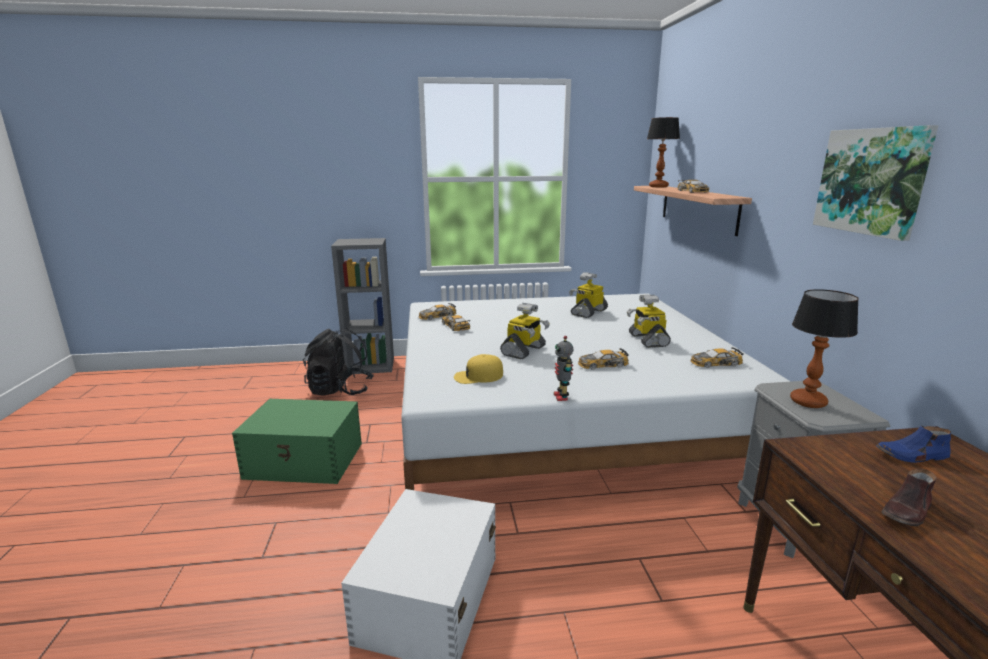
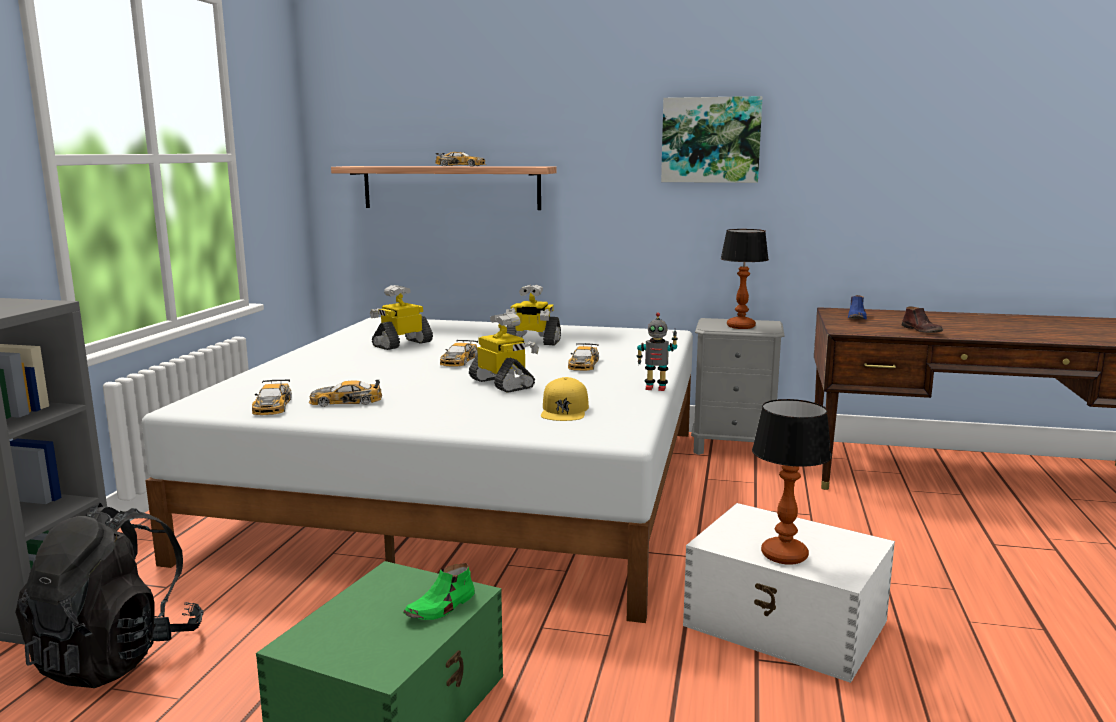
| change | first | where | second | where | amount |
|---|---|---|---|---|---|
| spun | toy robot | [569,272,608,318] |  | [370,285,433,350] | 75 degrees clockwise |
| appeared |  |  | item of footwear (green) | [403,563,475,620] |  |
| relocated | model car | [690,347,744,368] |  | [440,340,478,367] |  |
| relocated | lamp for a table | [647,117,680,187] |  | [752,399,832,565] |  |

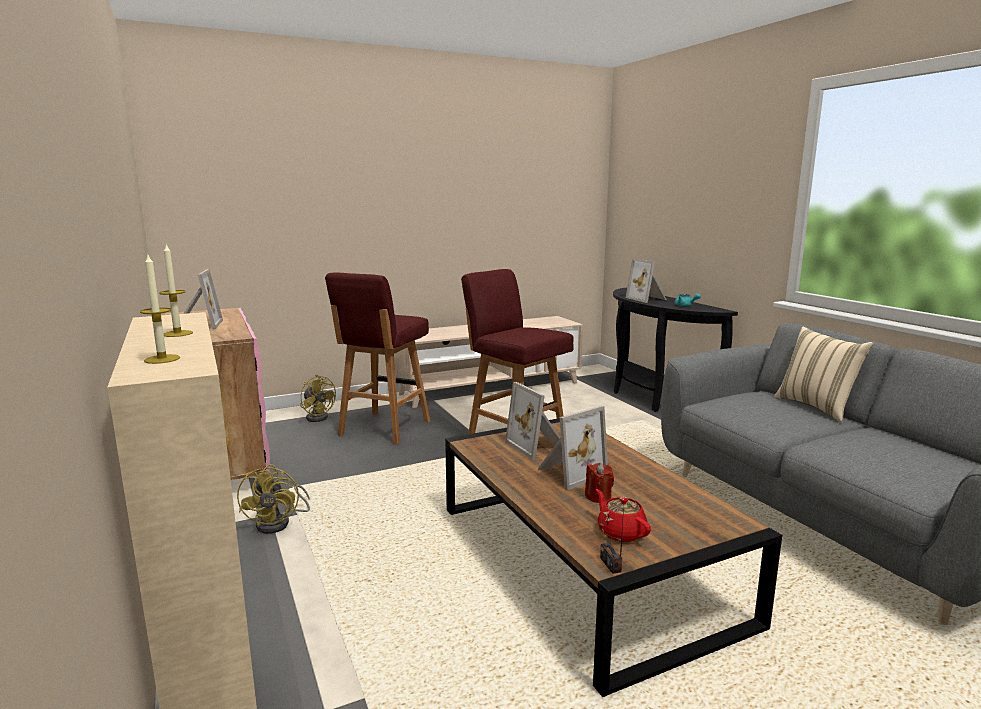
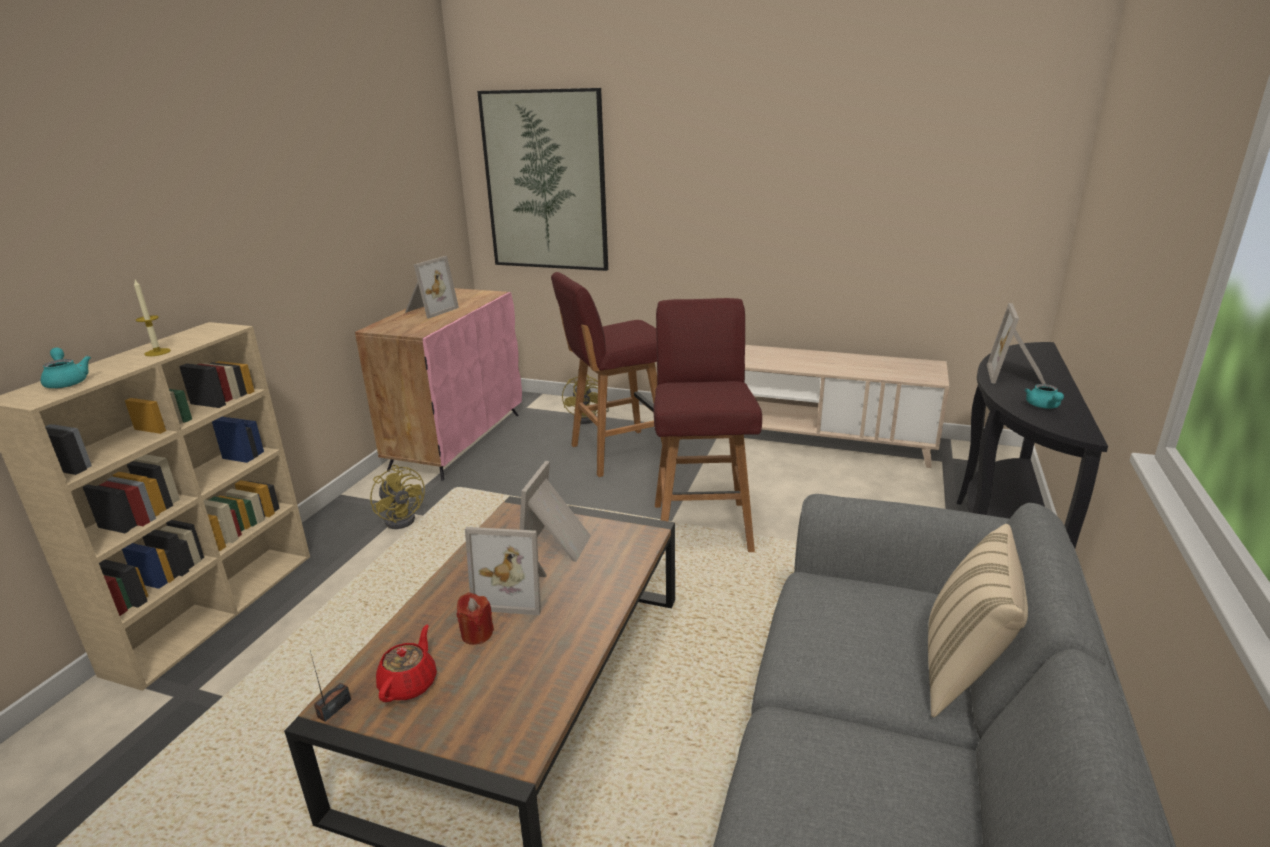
| change | first | where | second | where | amount |
|---|---|---|---|---|---|
| exchanged | candle | [140,255,180,364] | teapot (blue-green) | [41,348,91,388] |  |
| spun | fan (yellowish) | [237,464,310,534] |  | [370,465,425,529] | 75 degrees counterclockwise |
| appeared |  |  | wall art | [477,88,608,271] |  |

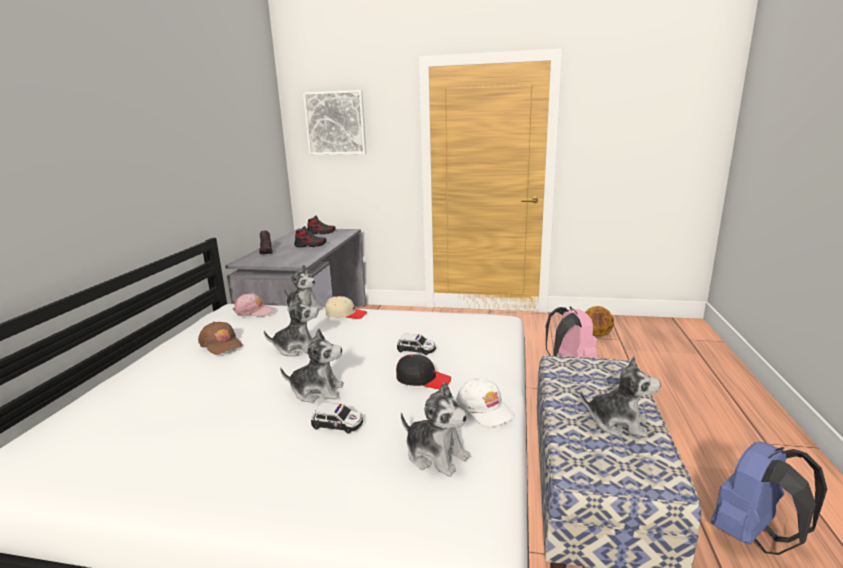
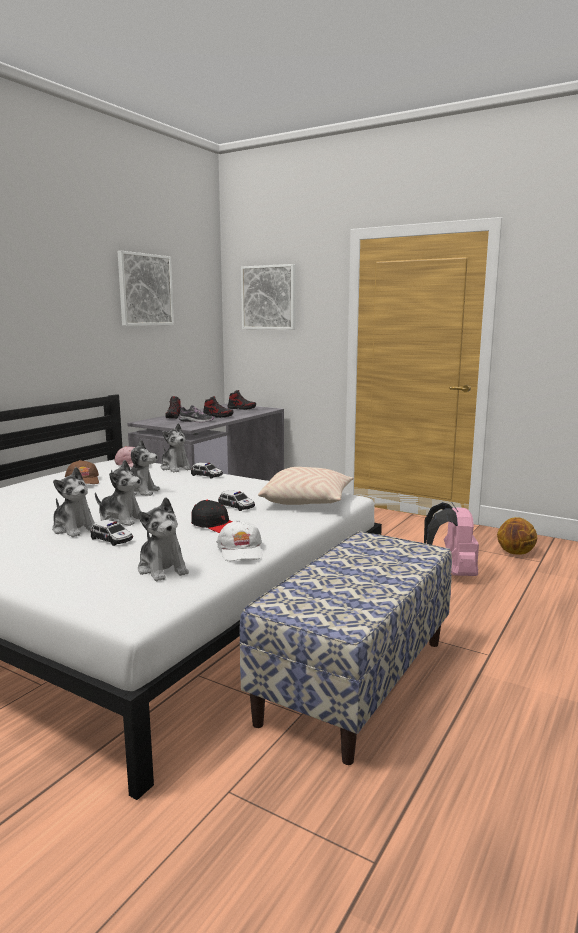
| change | first | where | second | where | amount |
|---|---|---|---|---|---|
| relocated | soft toy | [580,356,661,438] |  | [52,467,95,537] |  |
| appeared |  |  | wall art | [118,251,174,326] |  |
| appeared |  |  | item of footwear | [179,405,214,423] |  |
| exchanged | cap (beige) | [325,296,367,319] | model car | [191,462,223,479] |  |
| appeared |  |  | cushion (beige) | [258,467,354,505] |  |
| missing | knapsack (blue) | [711,442,827,555] |  |  |  |

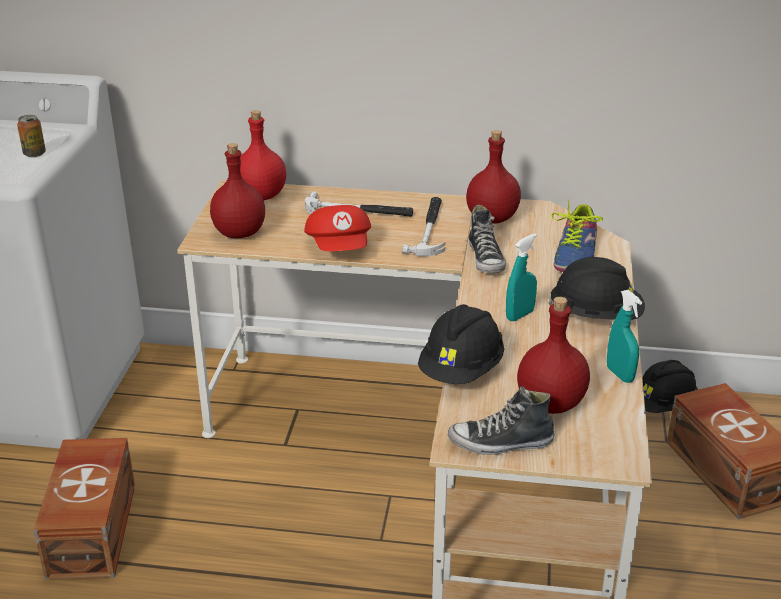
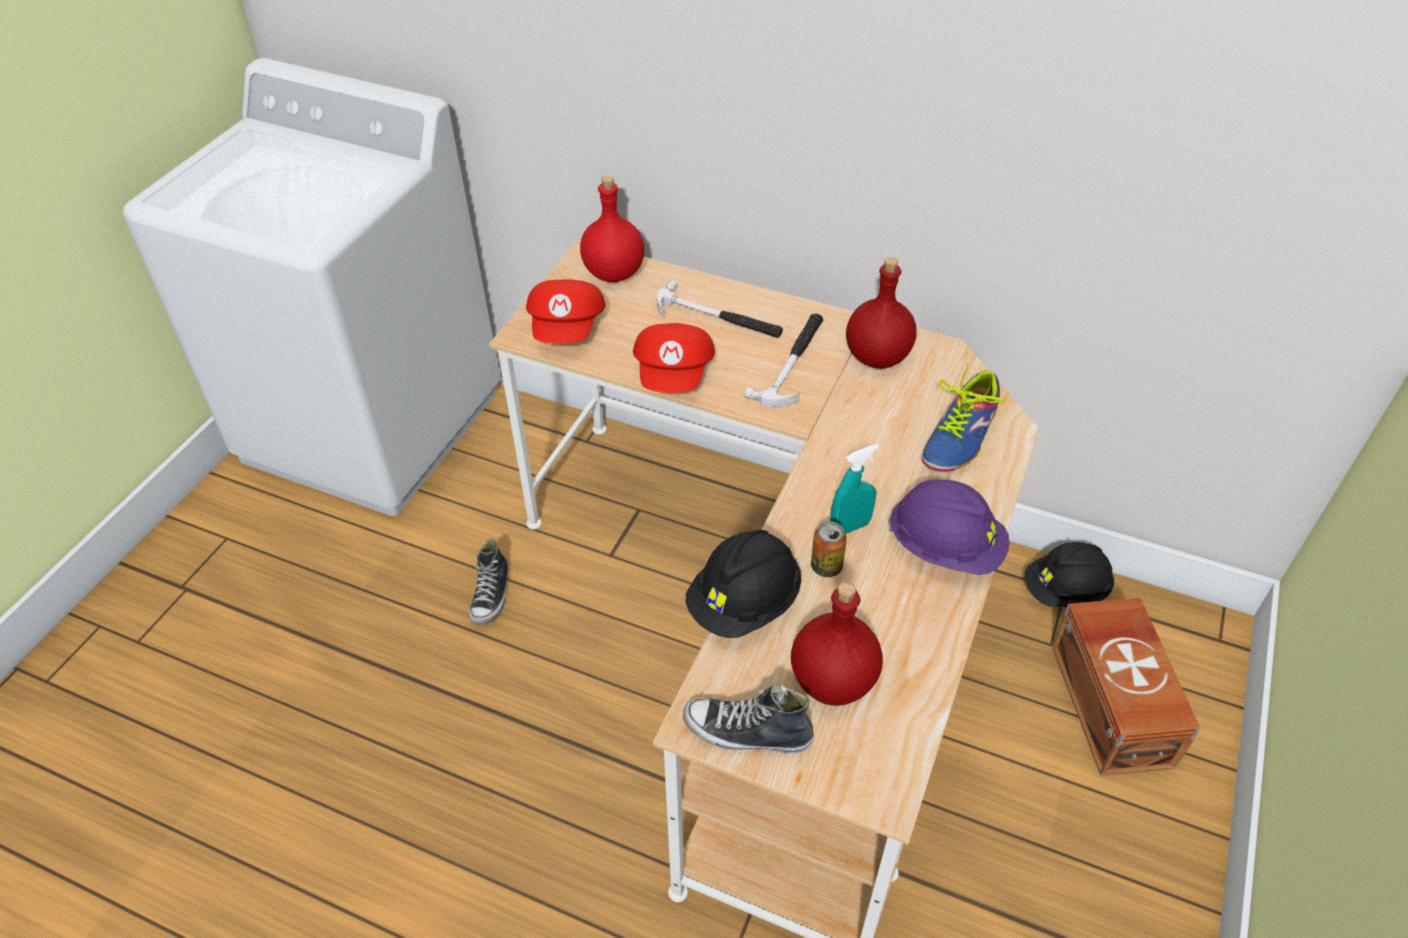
| change | first | where | second | where | amount |
|---|---|---|---|---|---|
| relocated | item of footwear | [469,205,506,273] |  | [469,538,509,625] |  |
| exchanged | drink bottle (red-coloured) | [210,143,265,238] | cap (red-coloured) | [526,279,606,344] |  |
| relocated | can | [17,115,46,157] |  | [811,521,847,577] |  |
| colour | safety helmet (black-coloured) | [548,257,645,320] | safety helmet (purplish) | [888,479,1010,575] |  |
| missing | storage container (brown) | [34,438,135,580] |  |  |  |
| missing | sprayer (blue-green) | [607,290,642,383] |  |  |  |

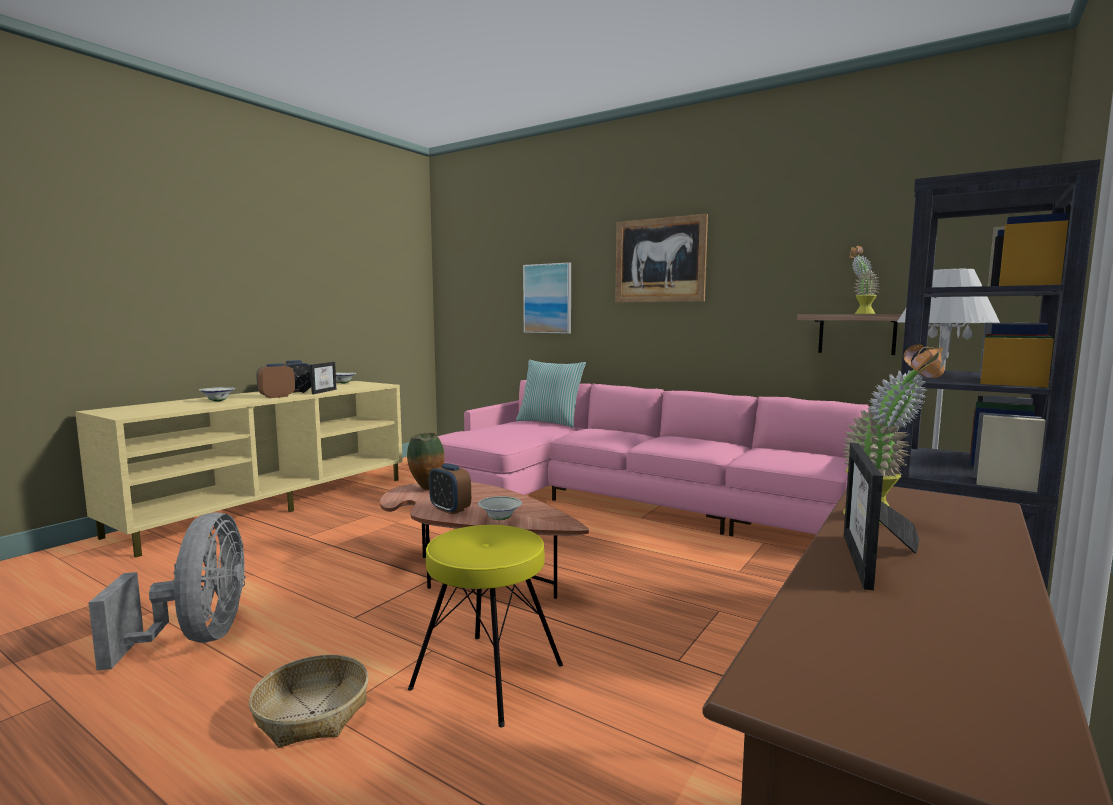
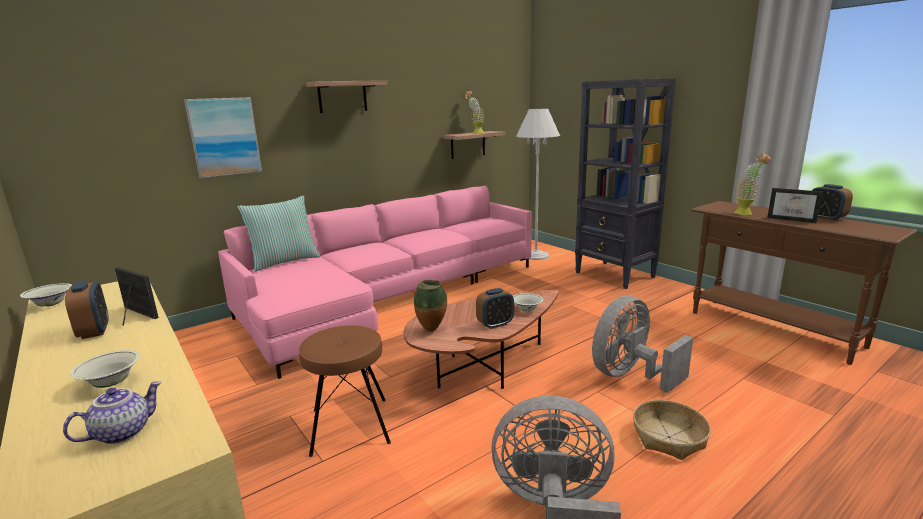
| change | first | where | second | where | amount |
|---|---|---|---|---|---|
| appeared |  |  | teapot | [63,381,162,444] |  |
| appeared |  |  | stool (brown) | [299,325,391,457] |  |
| exchanged | wall art | [615,214,708,303] | wall shelf | [306,80,387,113] |  |
| exchanged | stool (yellowish) | [408,525,563,728] | fan (grey) | [592,296,693,393] |  |
| relocated | alarm clock | [256,363,295,398] |  | [812,184,853,221] |  |

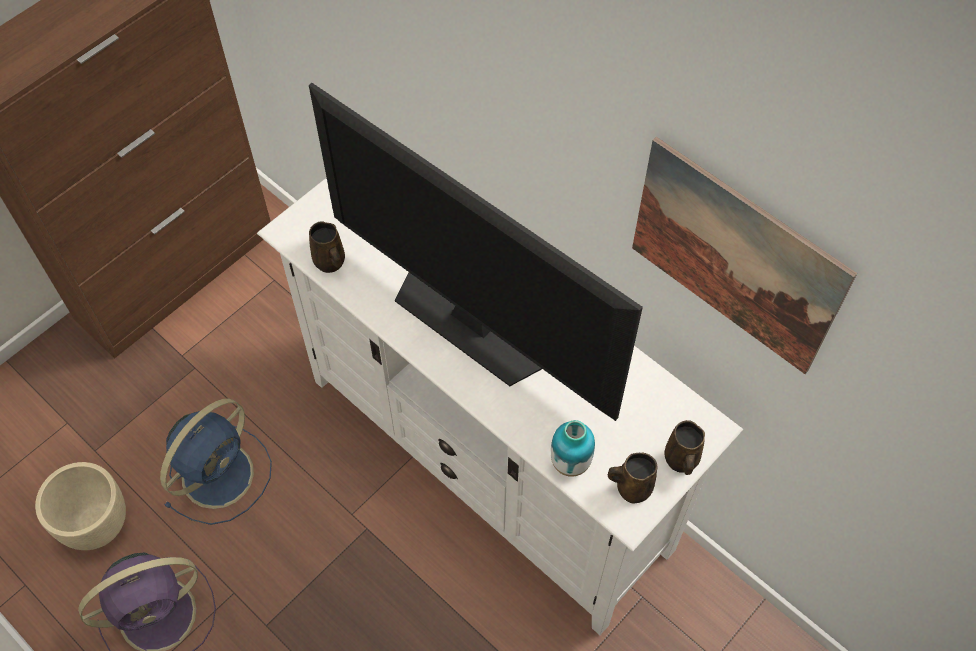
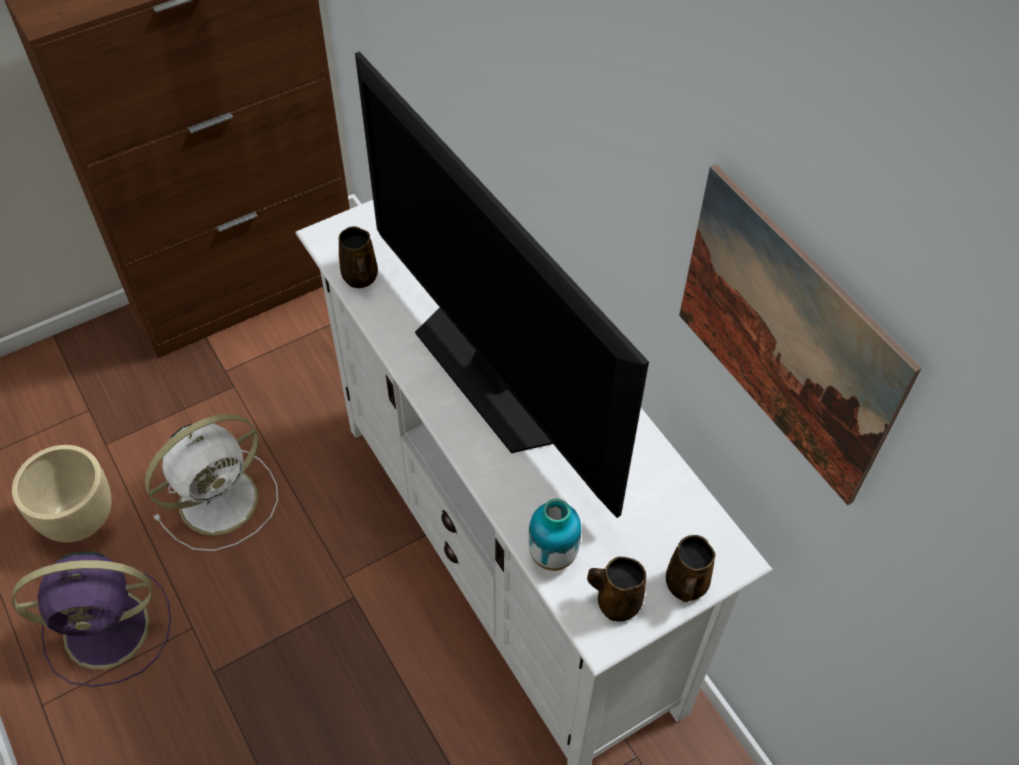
| change | first | where | second | where | amount |
|---|---|---|---|---|---|
| colour | fan (blue) | [160,399,272,525] | fan (white) | [145,414,278,551] |  |

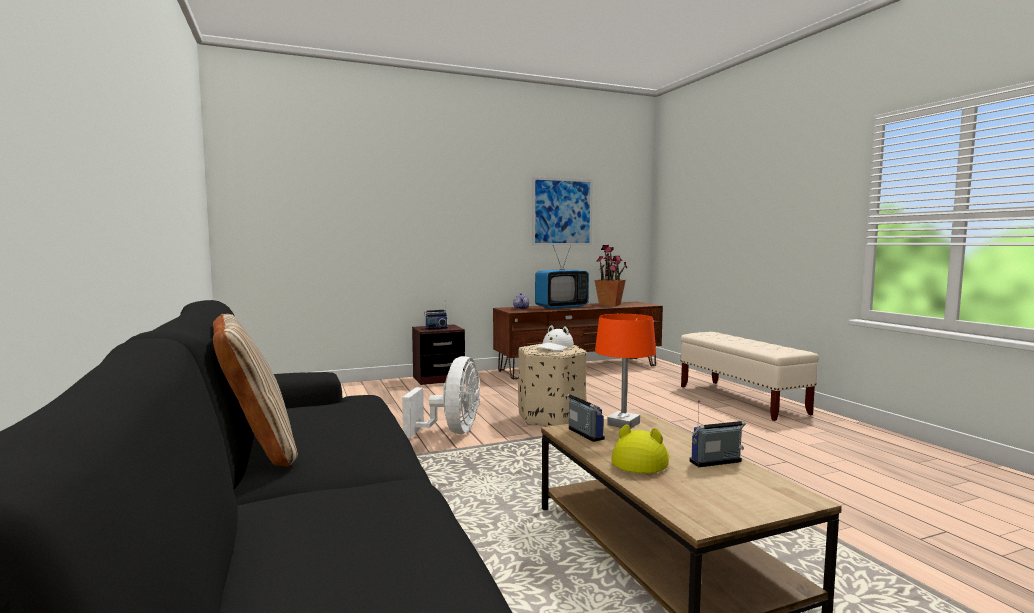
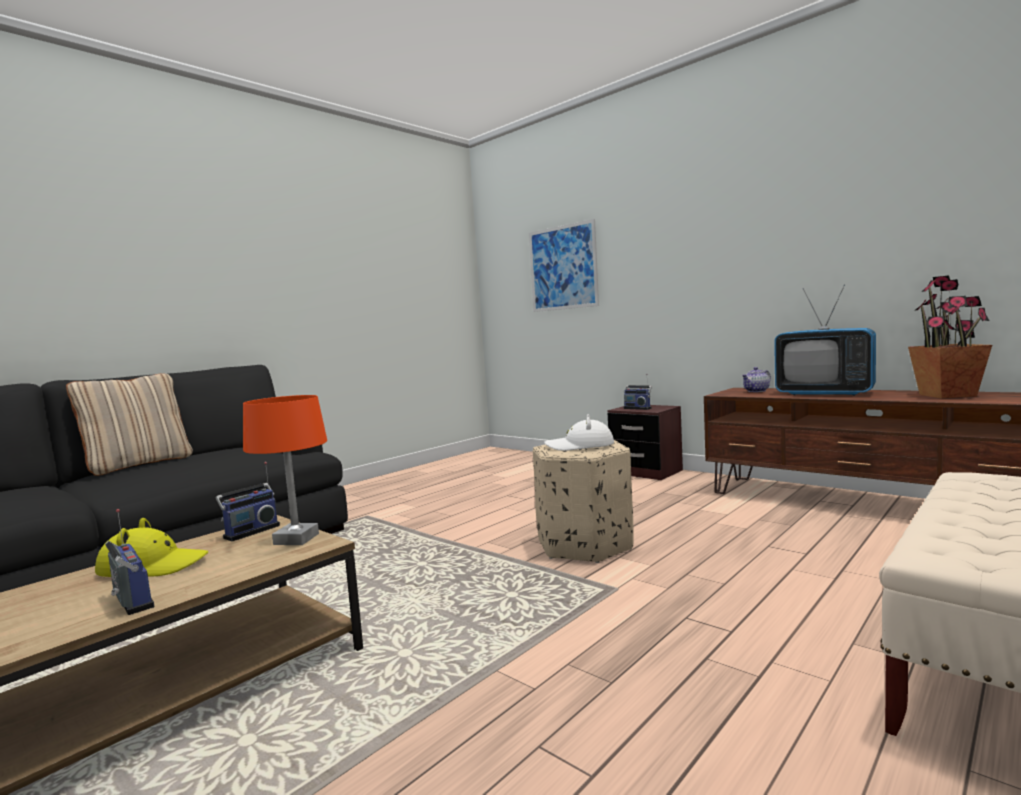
| change | first | where | second | where | amount |
|---|---|---|---|---|---|
| relocated | wall art | [532,177,593,246] |  | [529,219,599,312] |  |
| missing | fan (white) | [402,356,480,438] |  |  |  |

